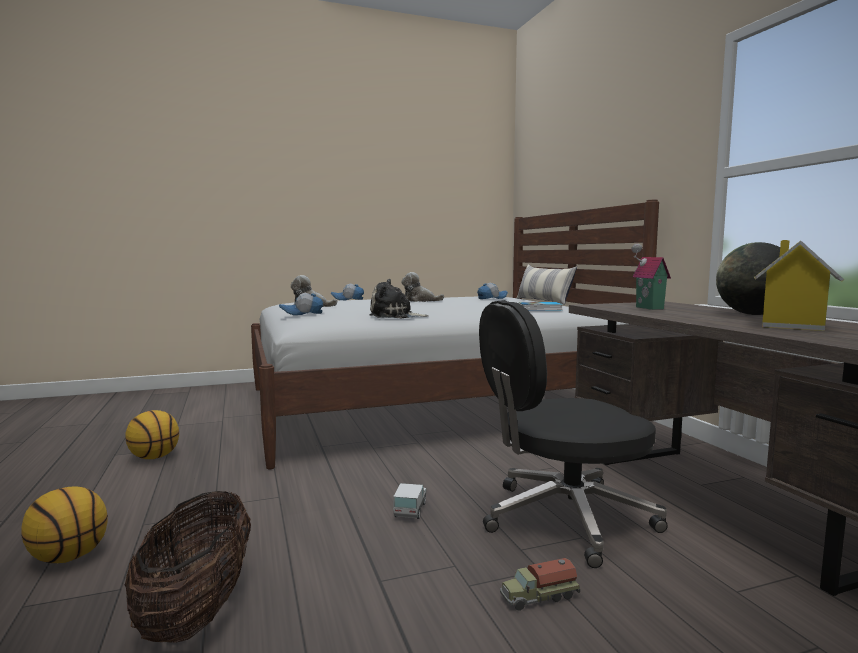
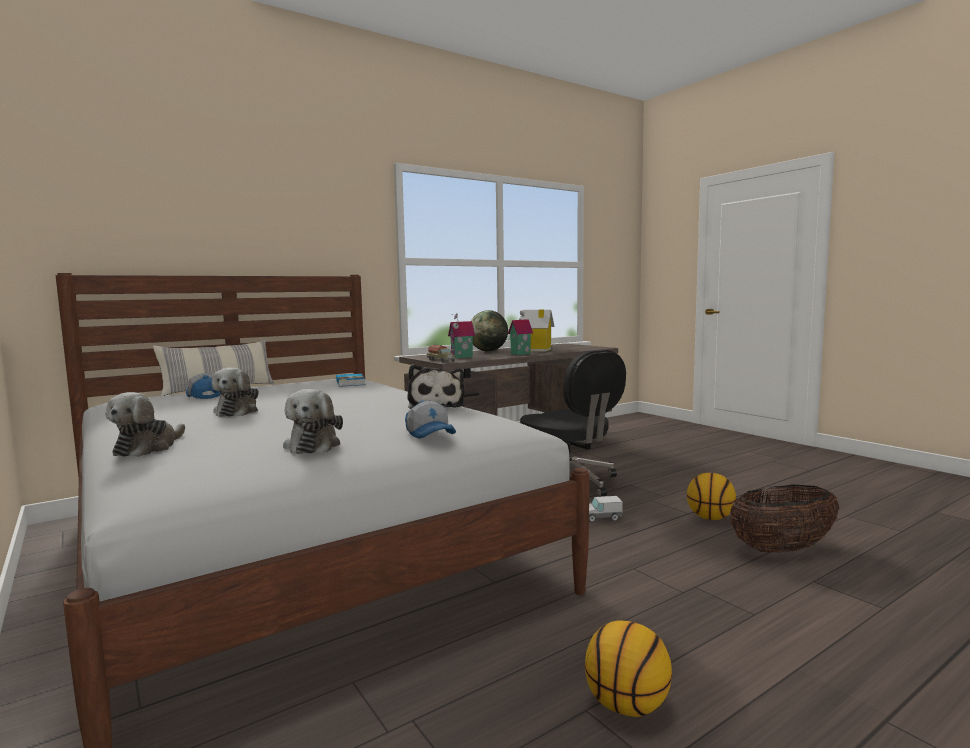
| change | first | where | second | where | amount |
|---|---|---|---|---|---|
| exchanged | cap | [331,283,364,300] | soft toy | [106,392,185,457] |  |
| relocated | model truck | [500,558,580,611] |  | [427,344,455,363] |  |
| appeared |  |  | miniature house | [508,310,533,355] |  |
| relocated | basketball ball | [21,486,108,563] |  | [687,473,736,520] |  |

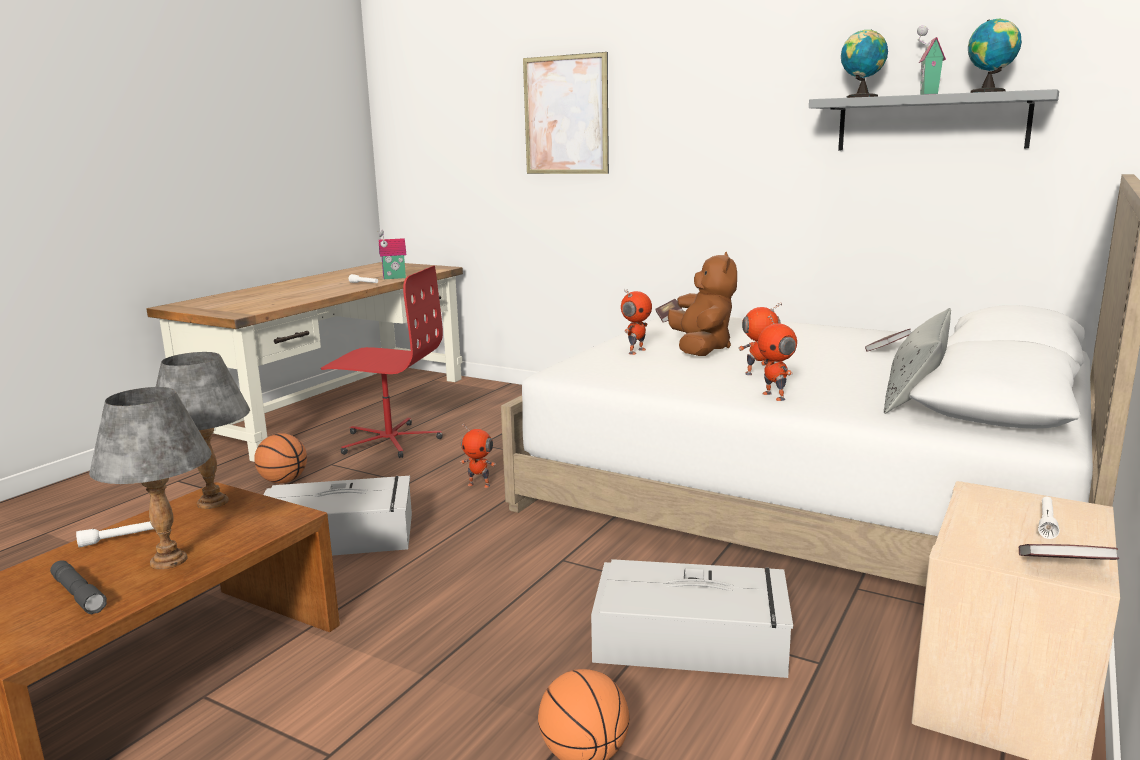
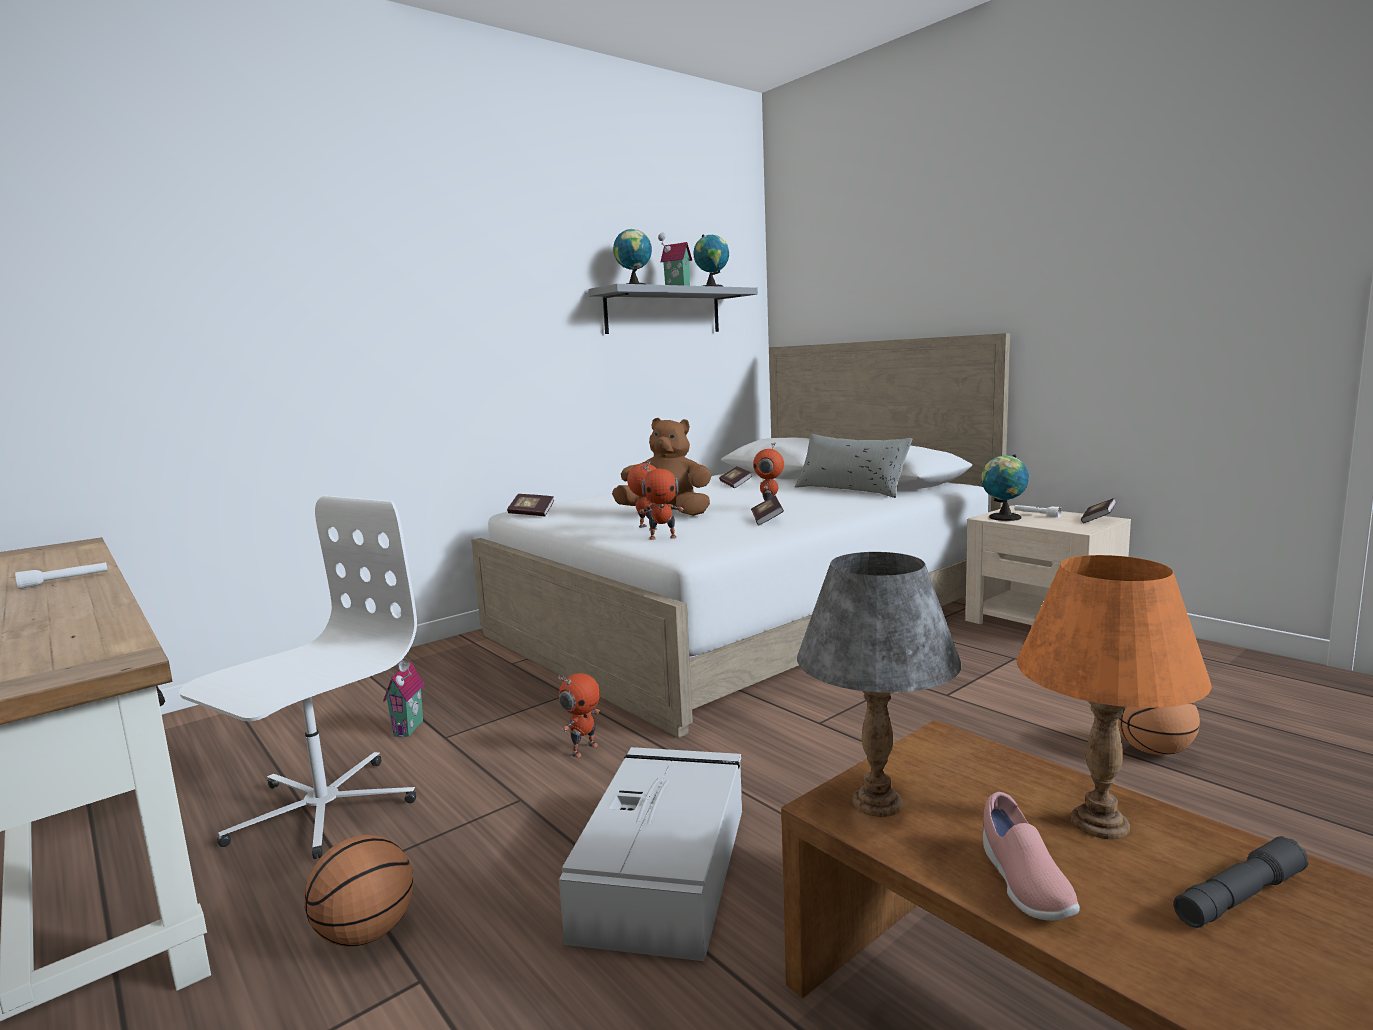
| change | first | where | second | where | amount |
|---|---|---|---|---|---|
| colour | desk chair (red-coloured) | [321,266,443,458] | desk chair (white) | [179,496,417,859] |  |
| relocated | miniature house | [377,230,406,279] |  | [383,658,425,738] |  |
| relocated | toy robot | [758,315,797,401] |  | [639,464,683,540] |  |
| appeared |  |  | volume | [751,495,784,525] |  |
| appeared |  |  | globe | [981,454,1029,521] |  |
| exchanged | flashlight (white) | [76,521,154,547] | item of footwear (pinkish) | [983,792,1080,921] |  |
| colour | lamp for a table (grey) | [89,387,212,569] | lamp for a table (orange) | [1016,555,1212,839] |  |
| missing | wall art | [523,52,609,174] |  |  |  |
| missing | storage container (grey) | [591,559,793,678] |  |  |  |

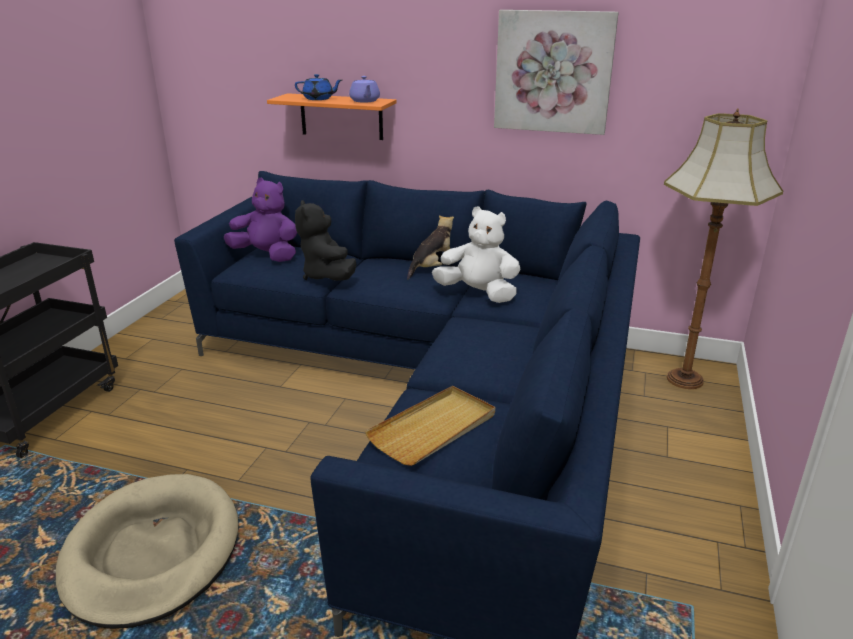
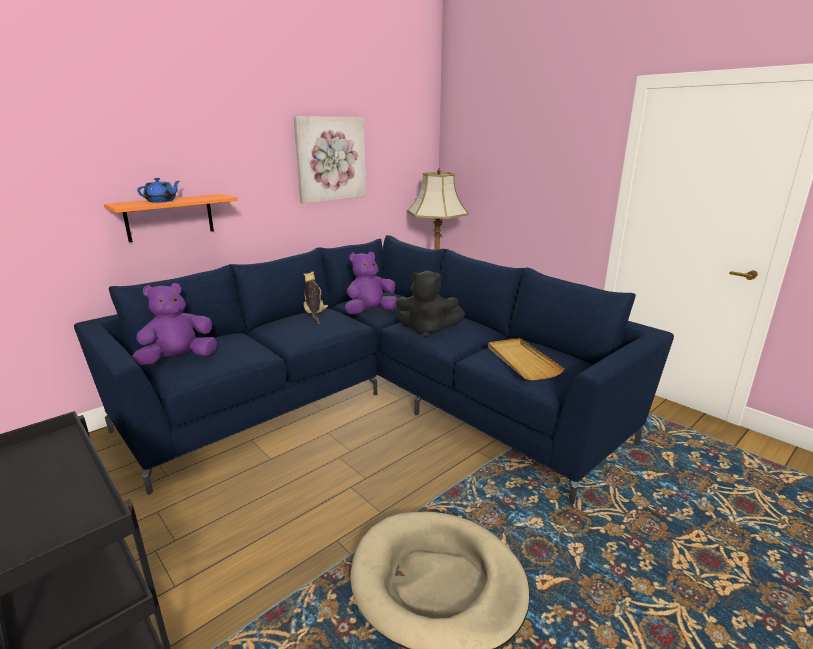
| change | first | where | second | where | amount |
|---|---|---|---|---|---|
| colour | soft toy (white) | [432,206,521,303] | soft toy (purplish) | [345,252,397,314] |  |
| relocated | soft toy (black-coloured) | [295,200,357,281] |  | [396,271,465,338] |  |
| missing | teapot (purplish) | [349,76,380,103] |  |  |  |

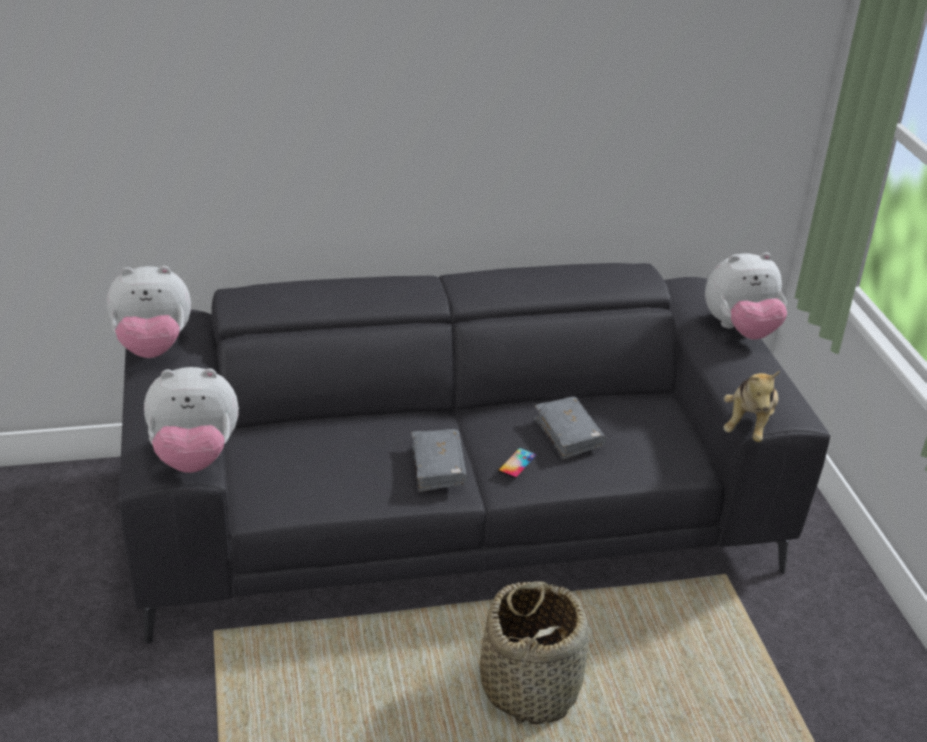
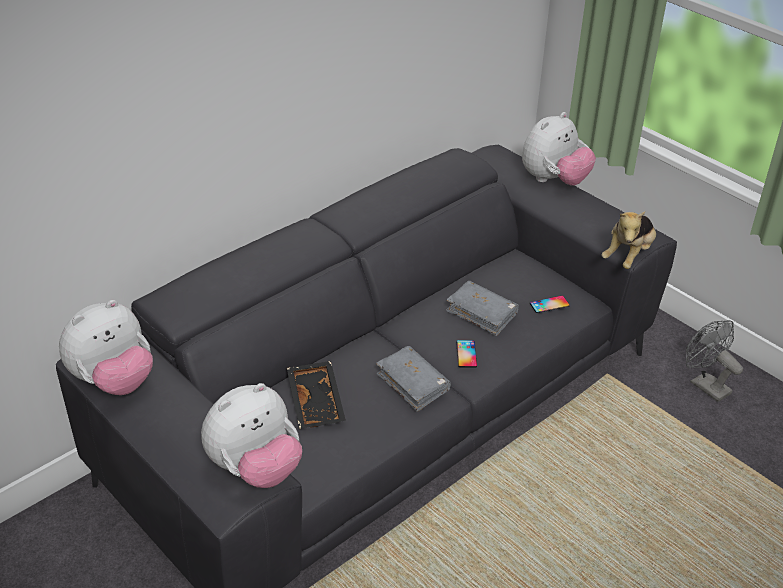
| change | first | where | second | where | amount |
|---|---|---|---|---|---|
| appeared |  |  | carrying tray (black-coloured) | [287,361,346,429] |  |
| appeared |  |  | telephone | [530,296,570,313] |  |
| spun | soft toy | [723,371,780,442] |  | [601,211,656,269] | 45 degrees clockwise |
| appeared |  |  | fan (grey) | [686,320,743,402] |  |
| missing | storage basket | [480,581,589,724] |  |  |  |

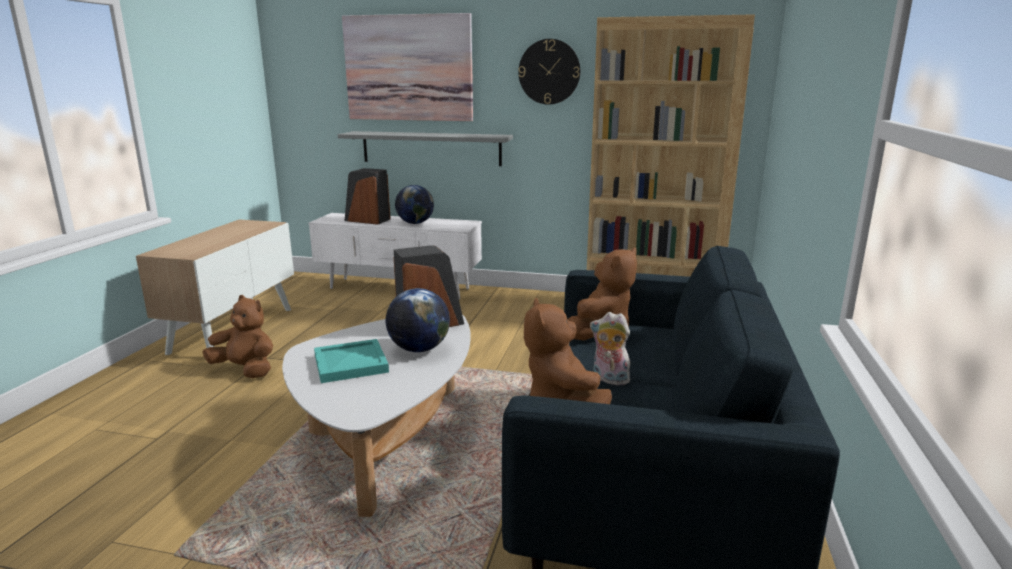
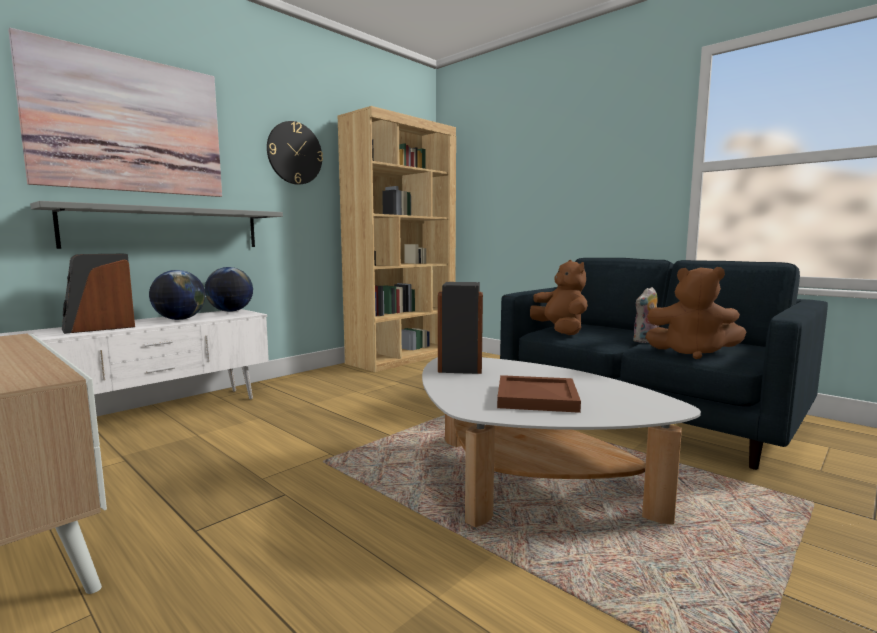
| change | first | where | second | where | amount |
|---|---|---|---|---|---|
| relocated | globe | [385,288,450,352] |  | [205,267,253,312] |  |
| colour | carrying tray (blue-green) | [314,339,389,383] | carrying tray (brown) | [497,375,581,413] |  |
| missing | soft toy (brown) | [202,295,273,378] |  |  |  |

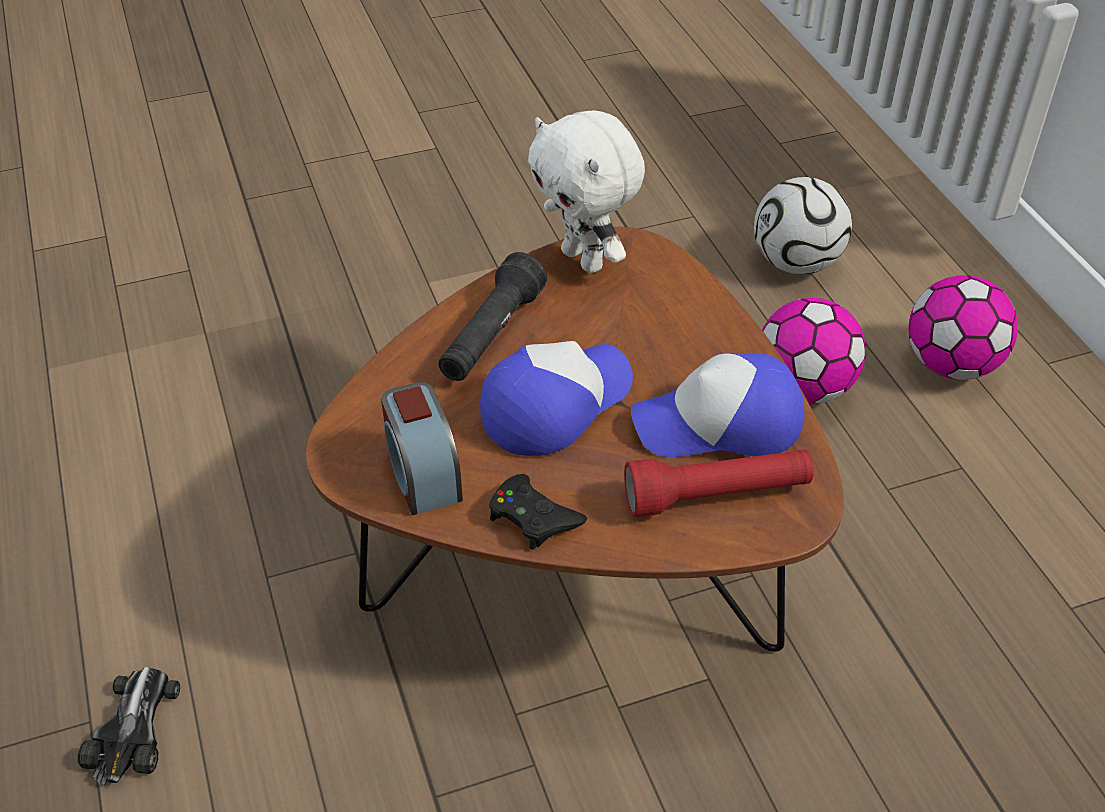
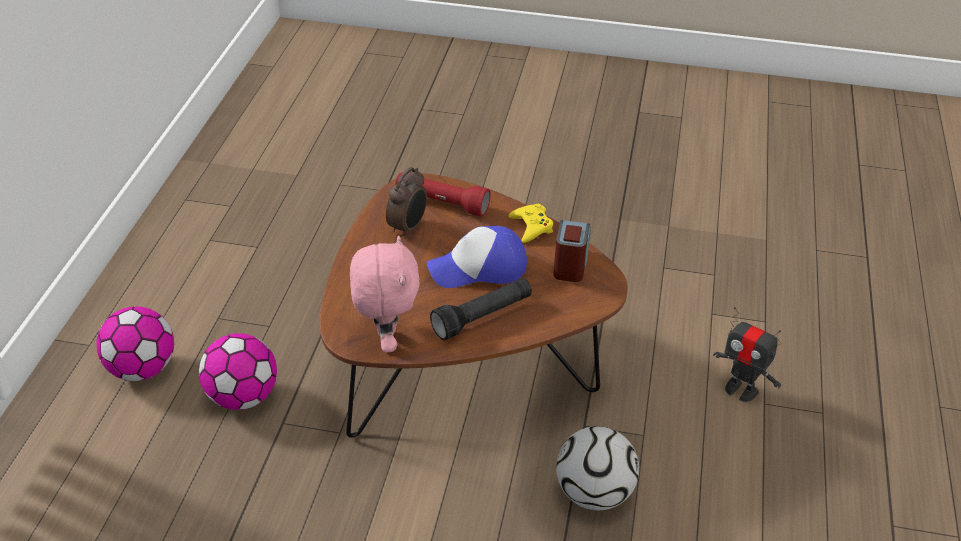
| change | first | where | second | where | amount |
|---|---|---|---|---|---|
| colour | soft toy (white) | [528,110,645,273] | soft toy (pinkish) | [350,235,420,352] |  |
| exchanged | cap | [631,353,805,457] | alarm clock | [386,167,427,238] |  |
| colour | joypad (black-coloured) | [489,474,587,550] | joypad (yellowish) | [509,204,553,243] |  |
| relocated | football | [754,177,852,274] |  | [556,426,639,510] |  |
| exchanged | model car | [78,667,180,787] | toy robot | [713,307,782,402] |  |

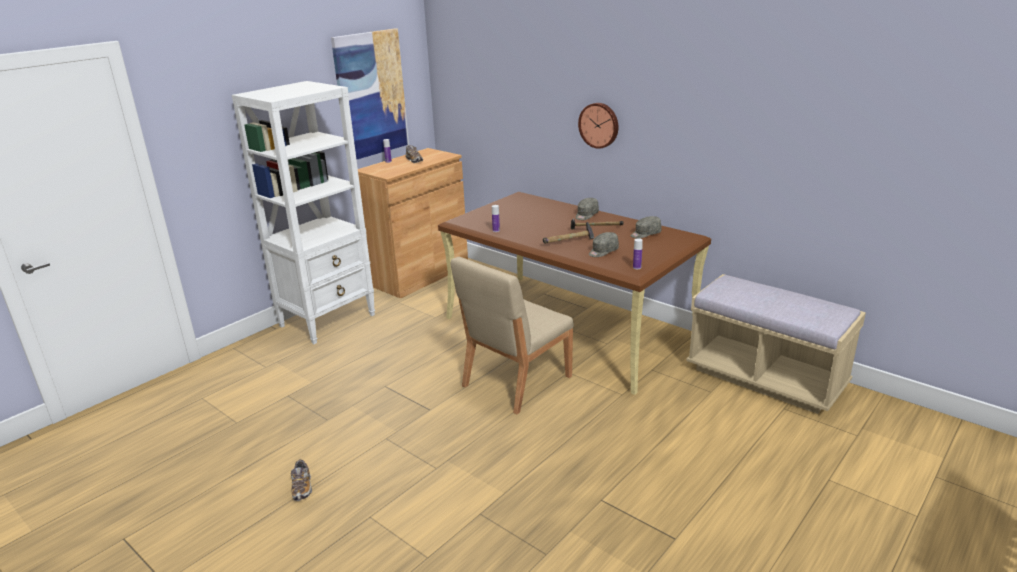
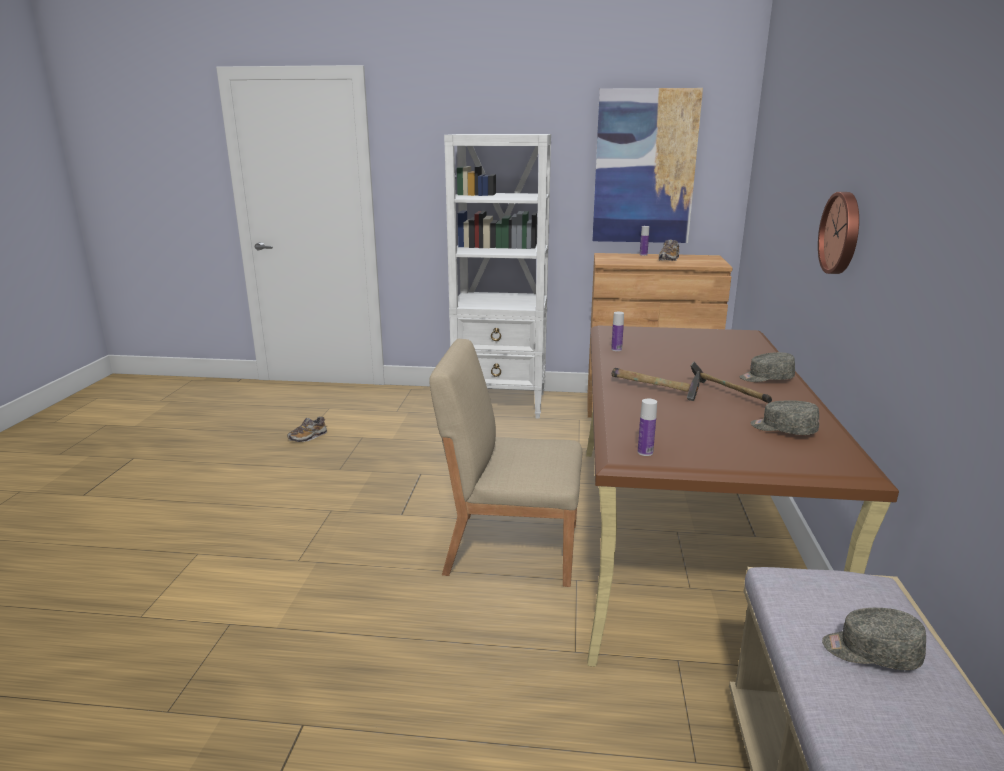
| change | first | where | second | where | amount |
|---|---|---|---|---|---|
| relocated | item of footwear | [291,459,312,501] |  | [287,416,327,442] |  |
| relocated | cap (grey) | [589,232,619,257] |  | [822,608,926,670] |  |

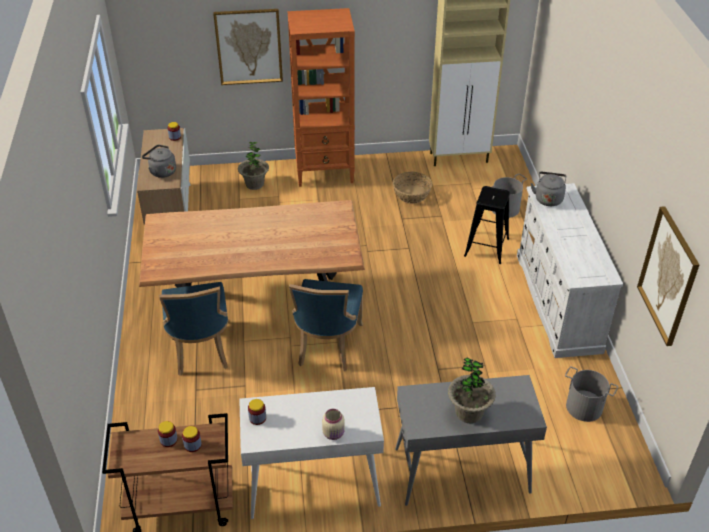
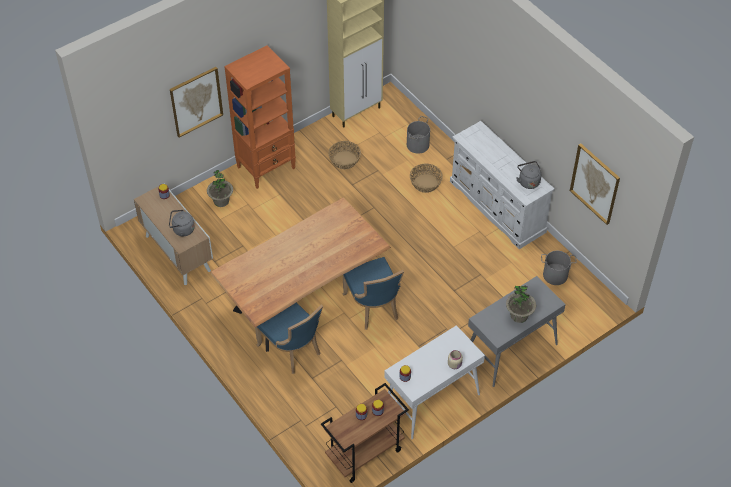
| change | first | where | second | where | amount |
|---|---|---|---|---|---|
| exchanged | stool (black-coloured) | [464,186,510,264] | storage basket | [410,163,443,193] |  |
| relocated | water kettle (grey) | [531,172,566,206] |  | [516,161,541,189] |  |

